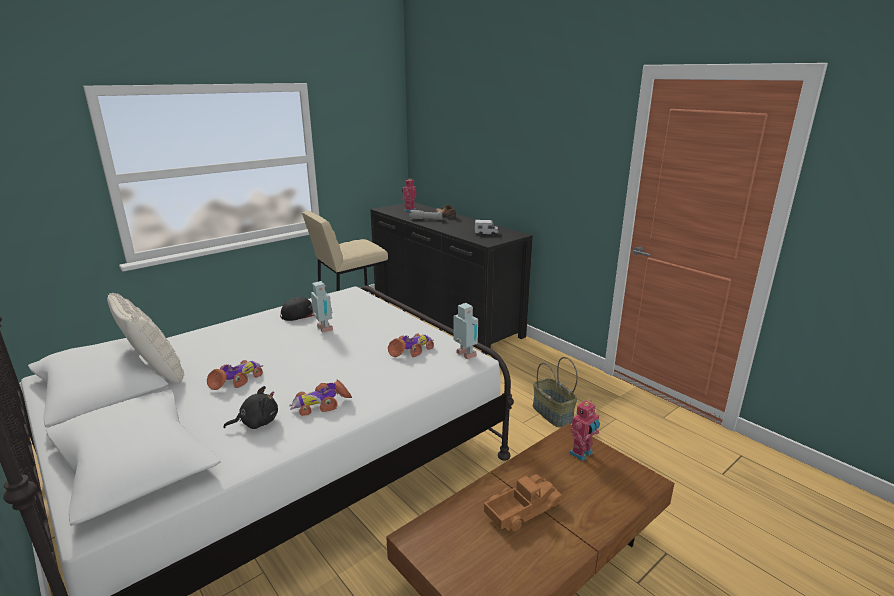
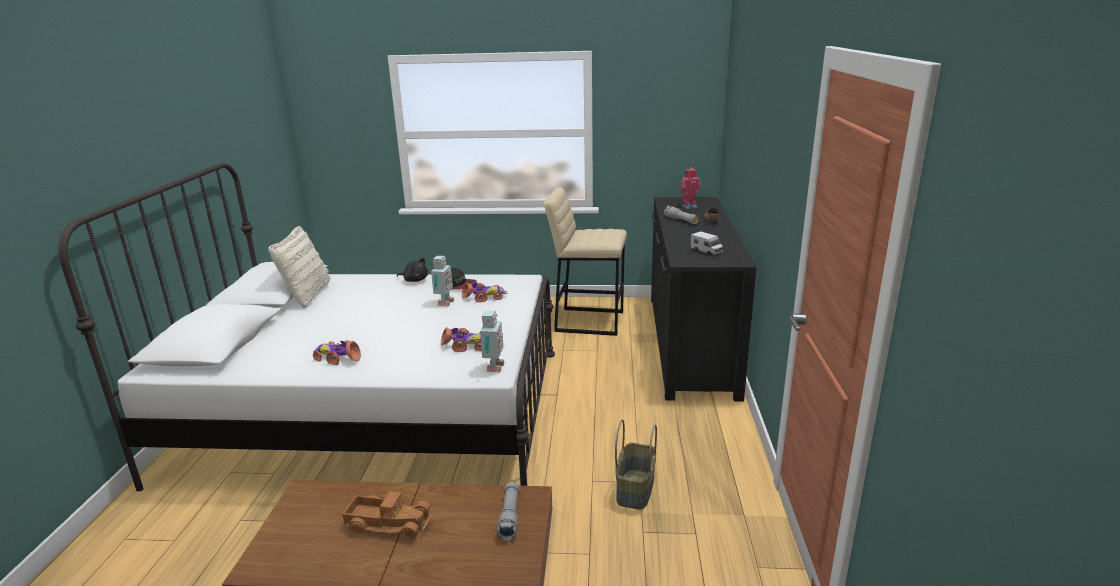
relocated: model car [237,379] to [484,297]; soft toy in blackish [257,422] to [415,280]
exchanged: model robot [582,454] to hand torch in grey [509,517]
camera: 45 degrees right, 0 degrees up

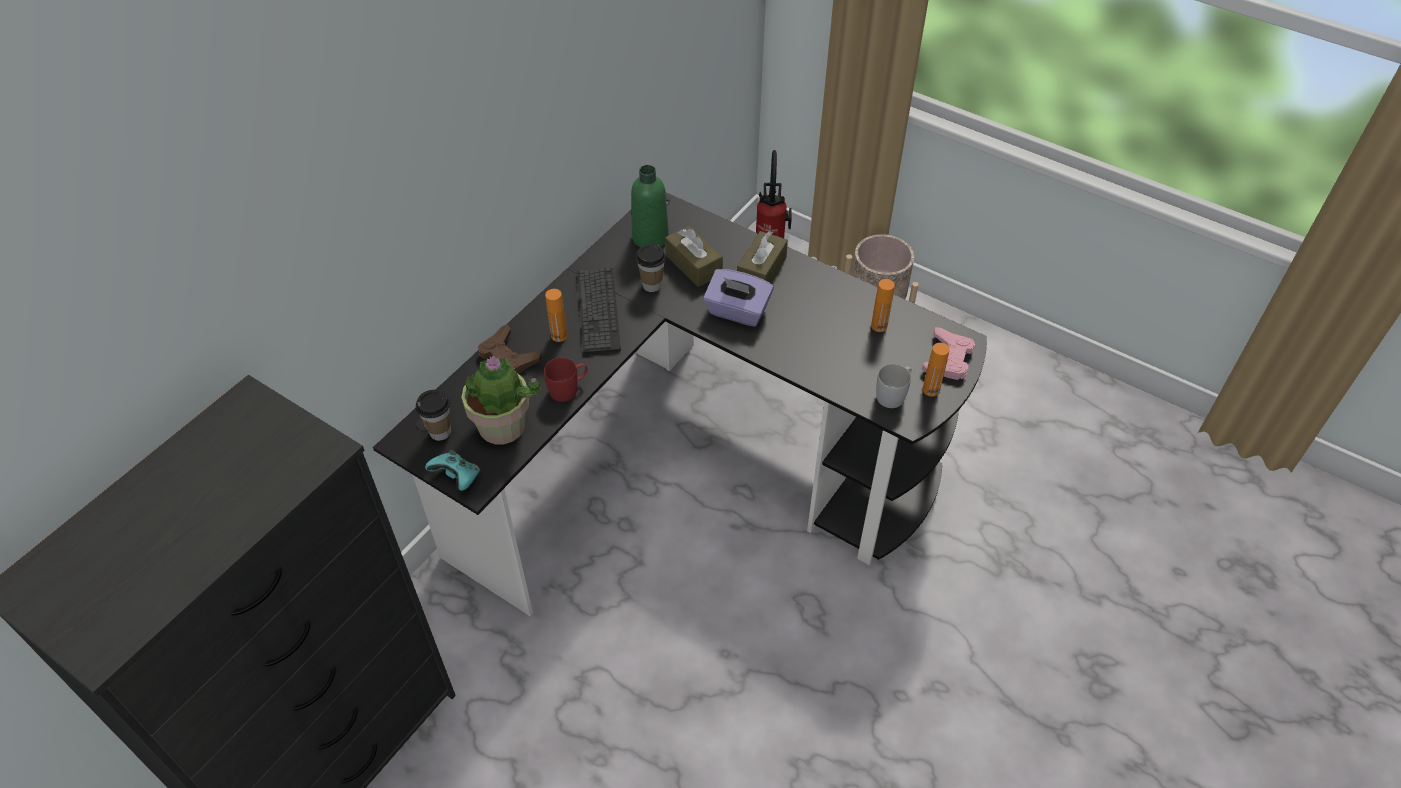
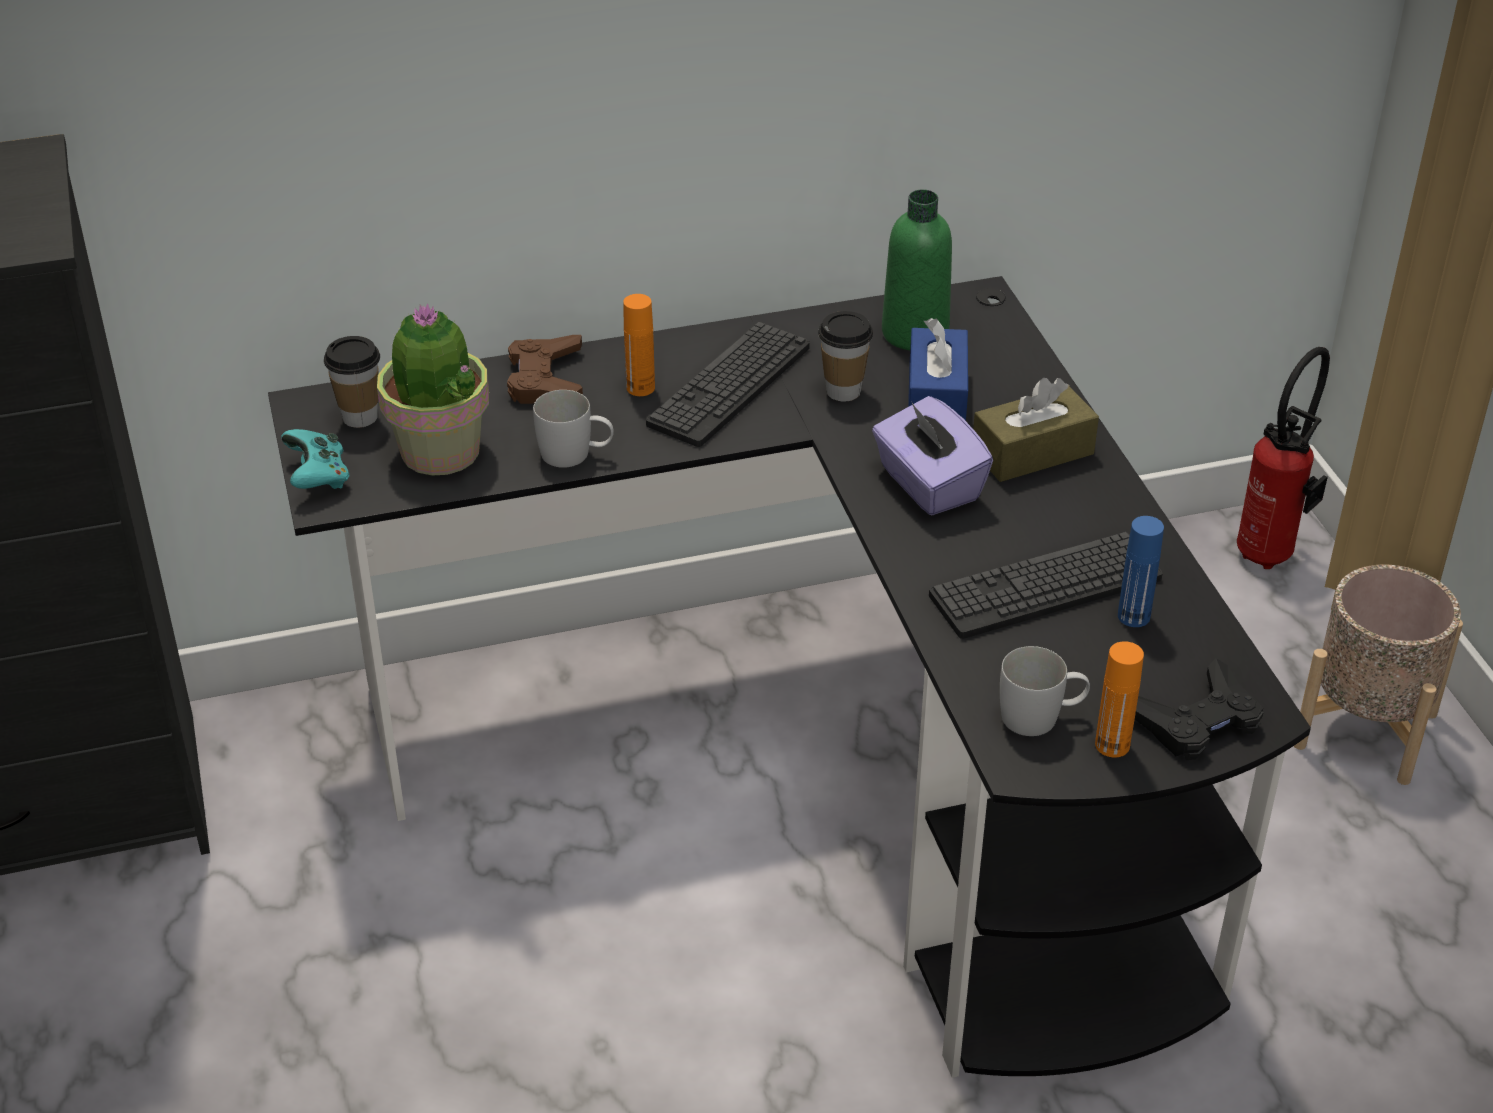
appeared: PC keyboard [1045,587]
colour: tissue box in brown [693,265] to tissue box in blue [936,396]; beverage bottle in orange-coloured [879,326] to beverage bottle in blue [1133,616]; gamepad in pinkish [948,359] to gamepad in blackish [1197,721]; mug in reddish [568,389] to mug in whitish [575,455]
camera: 40 degrees right, 10 degrees down

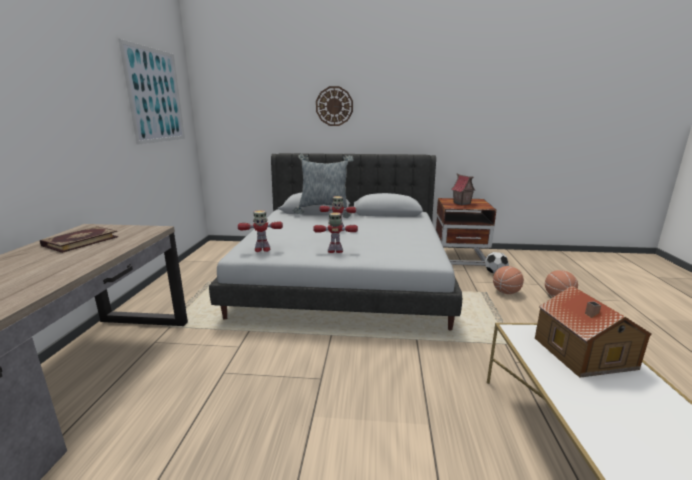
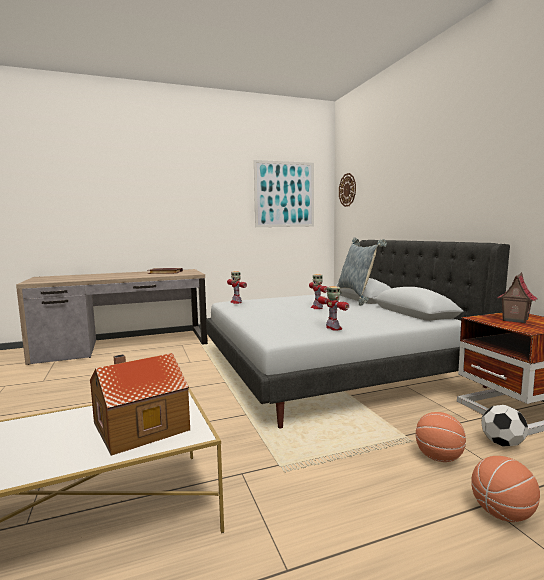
relocated: wall clock [334,106] to [347,190]; model robot [335,251] to [333,328]
camera: 65 degrees right, 10 degrees down

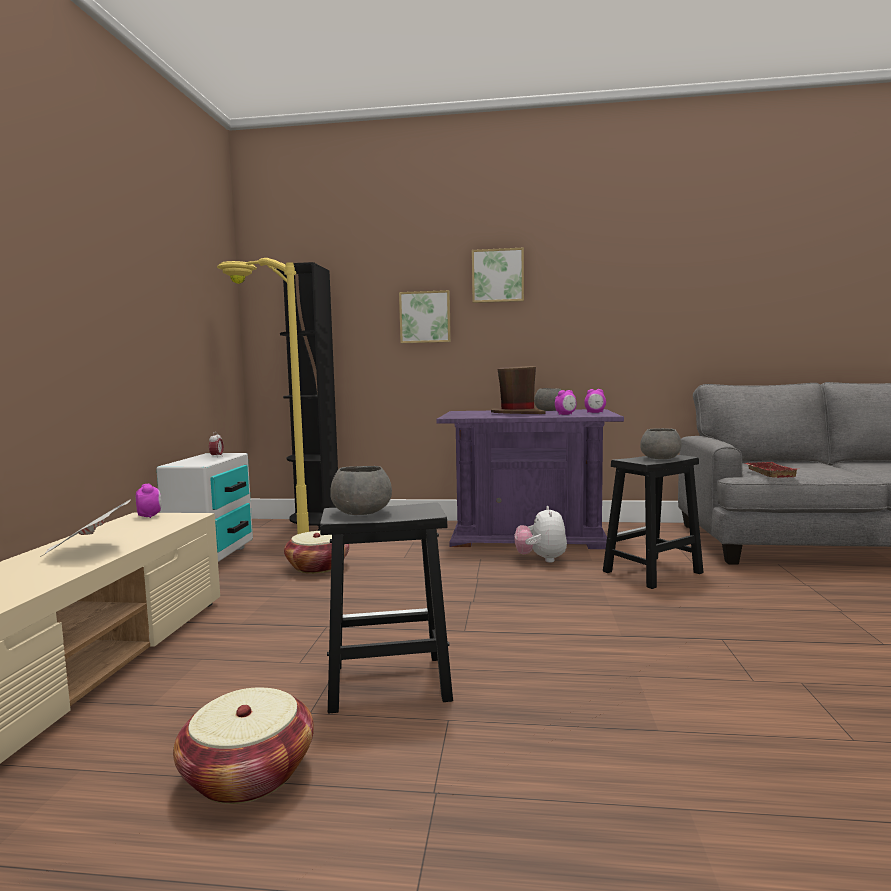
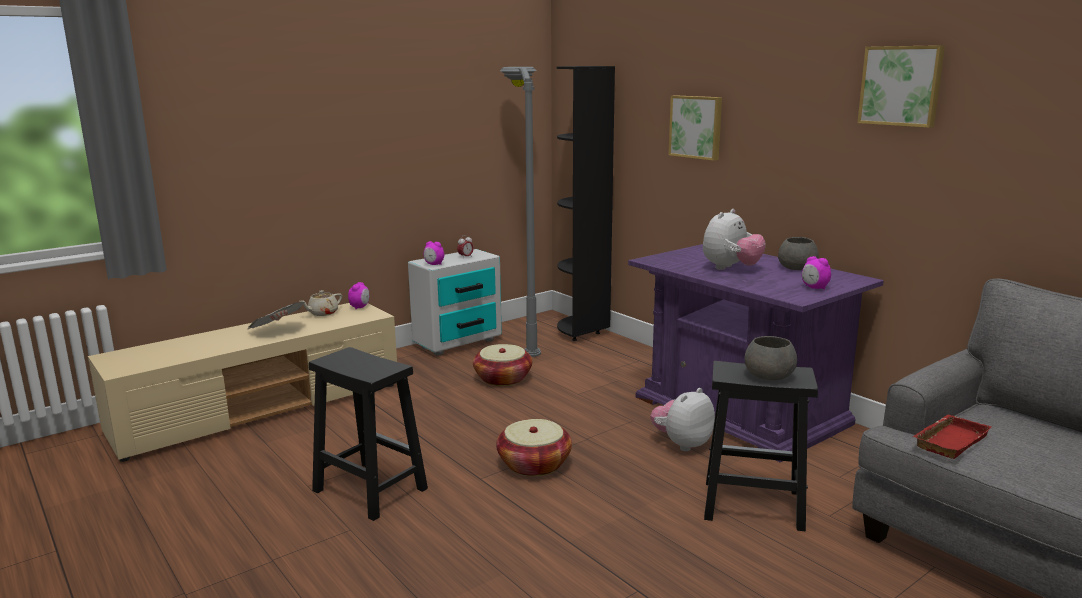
missing: deep dish in grey [360,512]
appeared: tea pot in sand-coloured [322,313]
relocated: wall art [498,276] to [901,86]; alarm clock [565,414] to [434,264]; household basket [248,774] to [534,464]
exchanged: wearable hat in brown [517,414] to soft toy [731,268]
colour: standing lamp in yellow-coloured [267,537] to standing lamp in grey [525,335]
camera: 45 degrees right, 10 degrees up

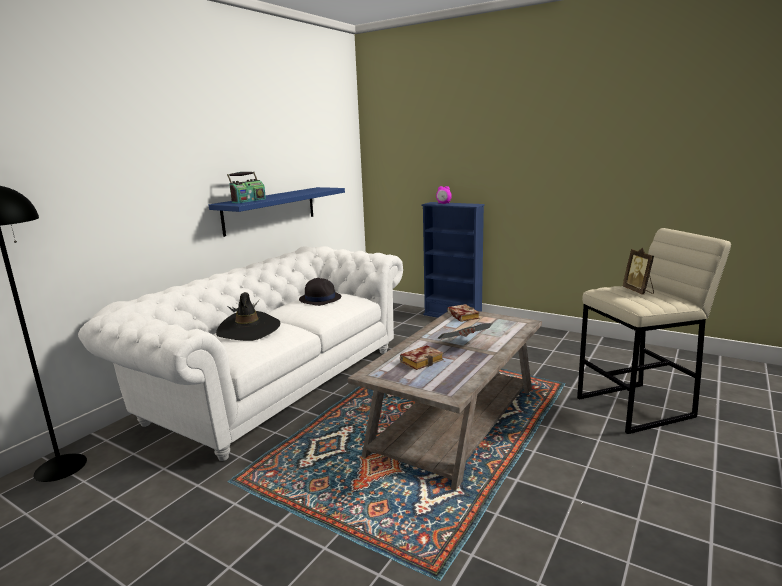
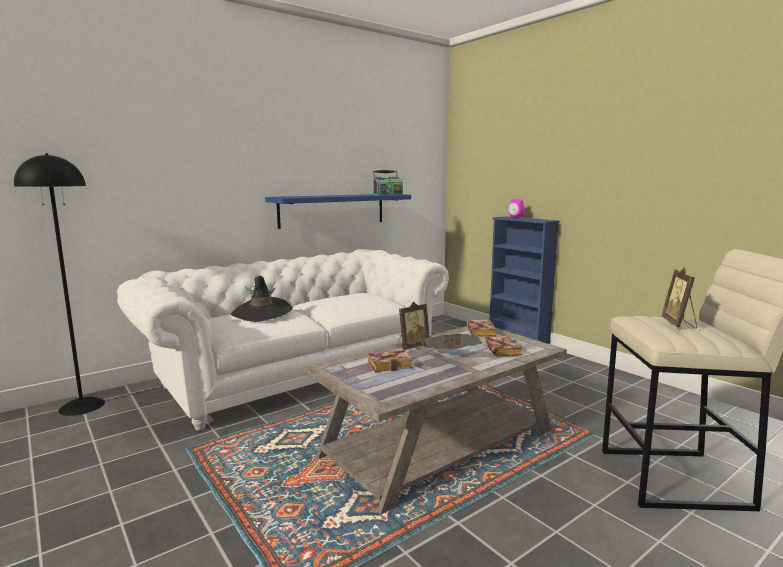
missing: wearable hat in blackish [320,298]
appeared: standing frame [412,346]; bound book [500,350]
relocated: radio receiver [248,200] to [387,194]
camera: 20 degrees right, 5 degrees down

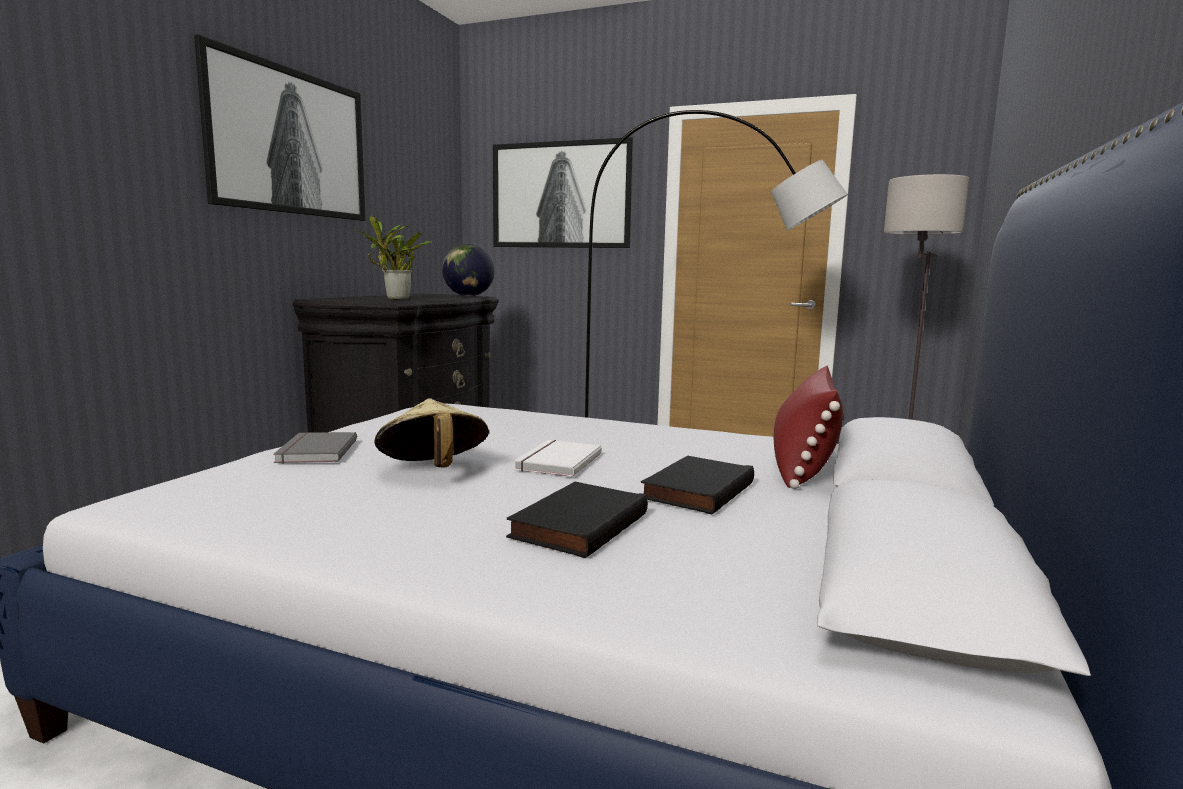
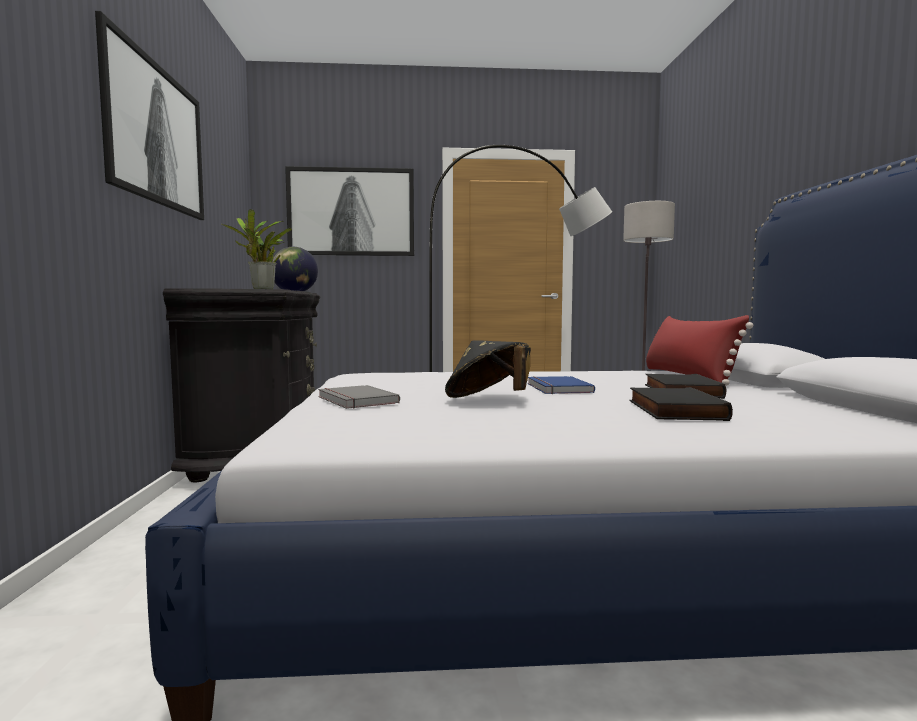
colour: wearable hat in sand-coloured [433,471] to wearable hat in blackish [488,400]; bound book in whitish [556,461] to bound book in blue [556,388]
camera: 25 degrees left, 5 degrees down

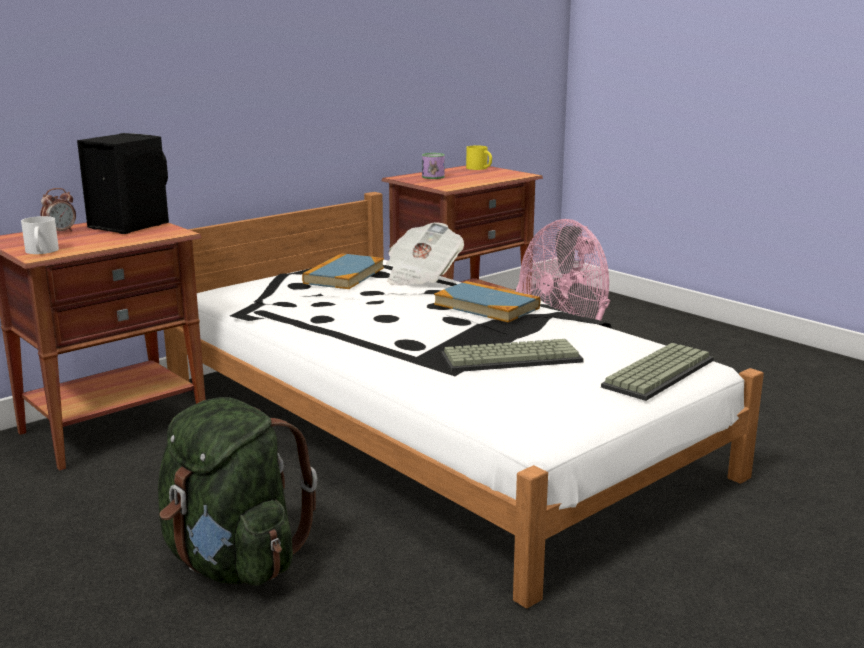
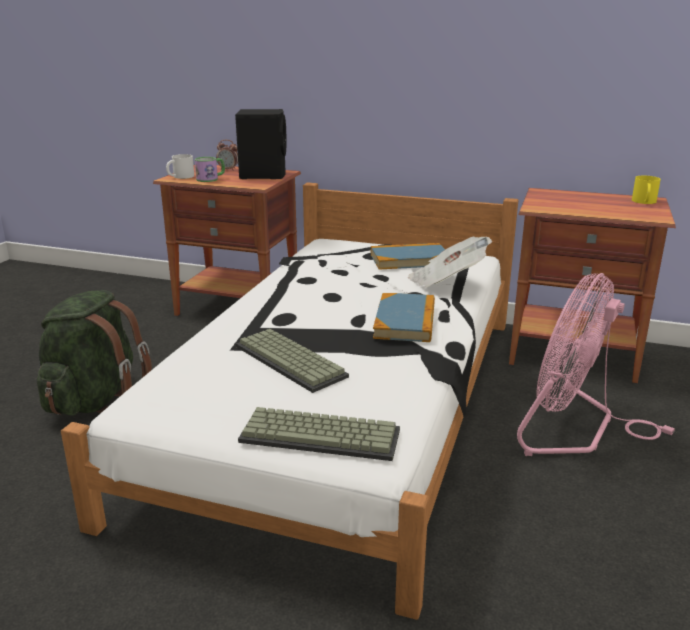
relocated: mug [433,176] to [211,179]
camera: 60 degrees right, 5 degrees up

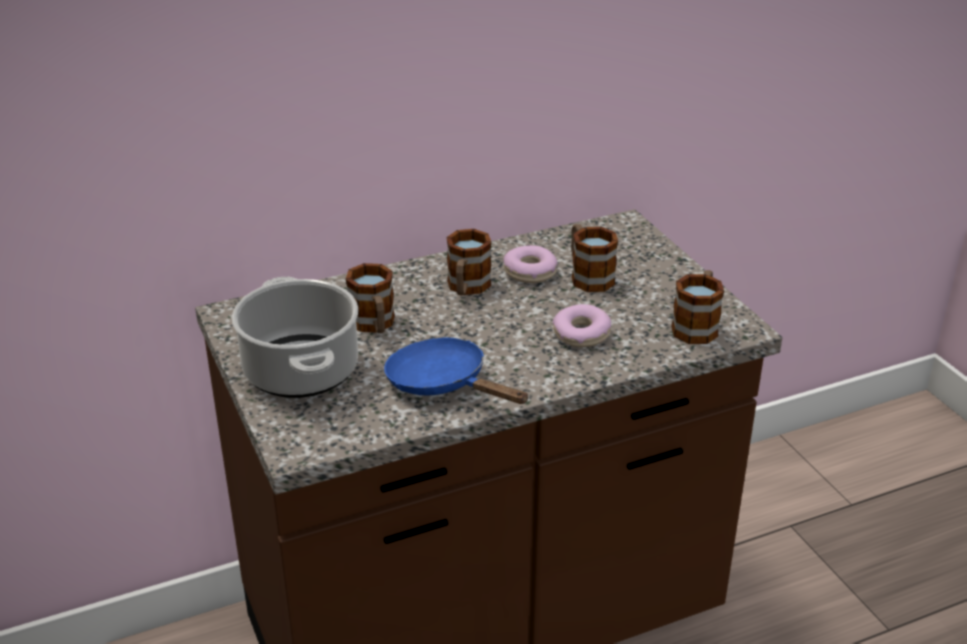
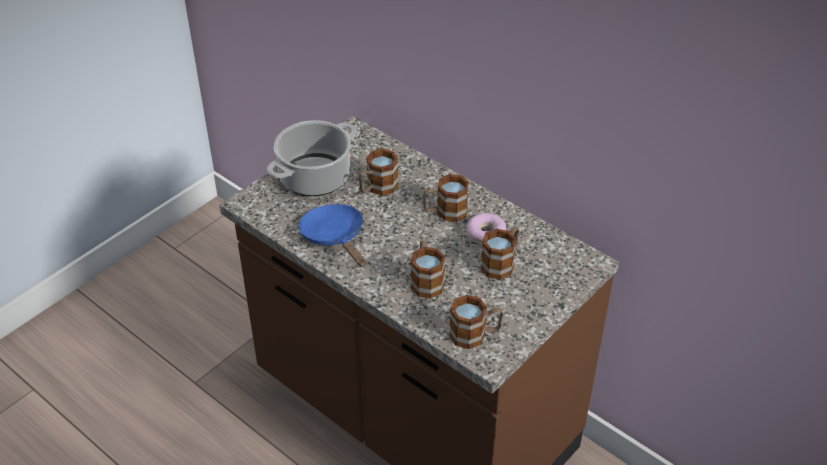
exchanged: donut [581,334] to mug [426,280]
spun: frying pan in blue [444,384] = [335,237] 45 degrees counterclockwise
camera: 65 degrees right, 10 degrees up

